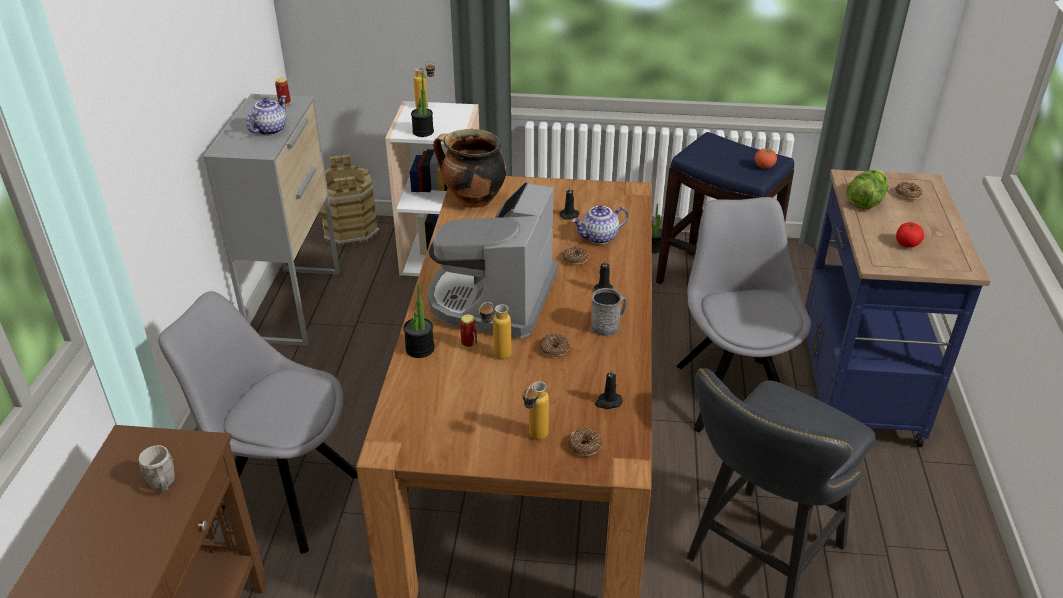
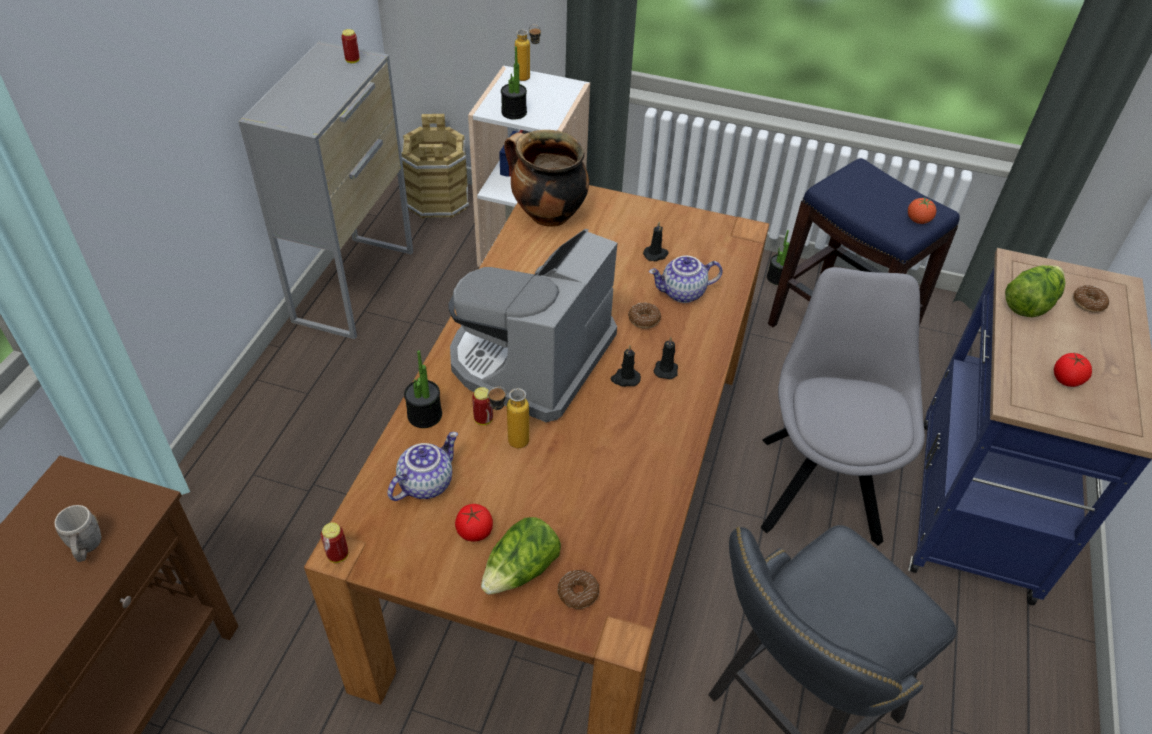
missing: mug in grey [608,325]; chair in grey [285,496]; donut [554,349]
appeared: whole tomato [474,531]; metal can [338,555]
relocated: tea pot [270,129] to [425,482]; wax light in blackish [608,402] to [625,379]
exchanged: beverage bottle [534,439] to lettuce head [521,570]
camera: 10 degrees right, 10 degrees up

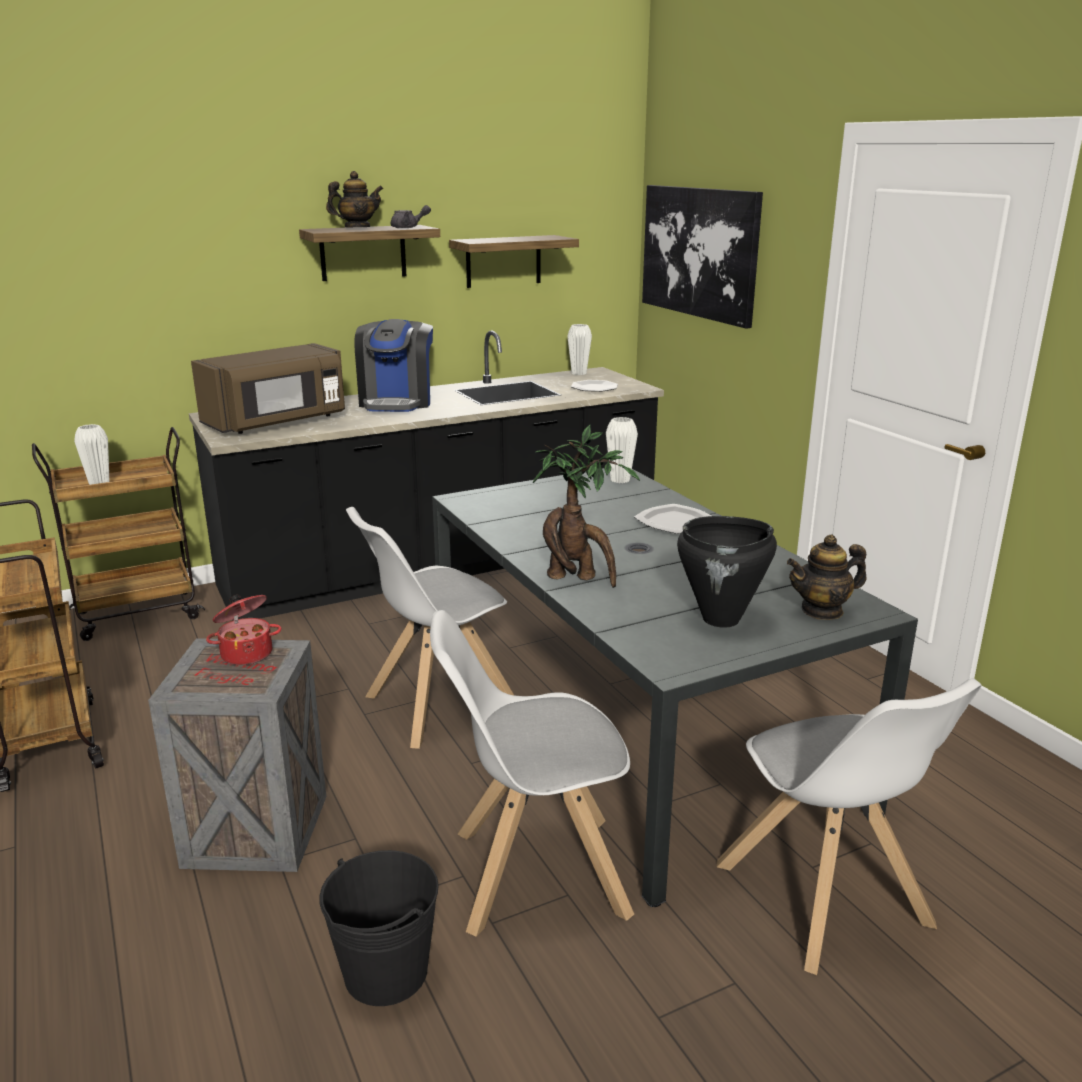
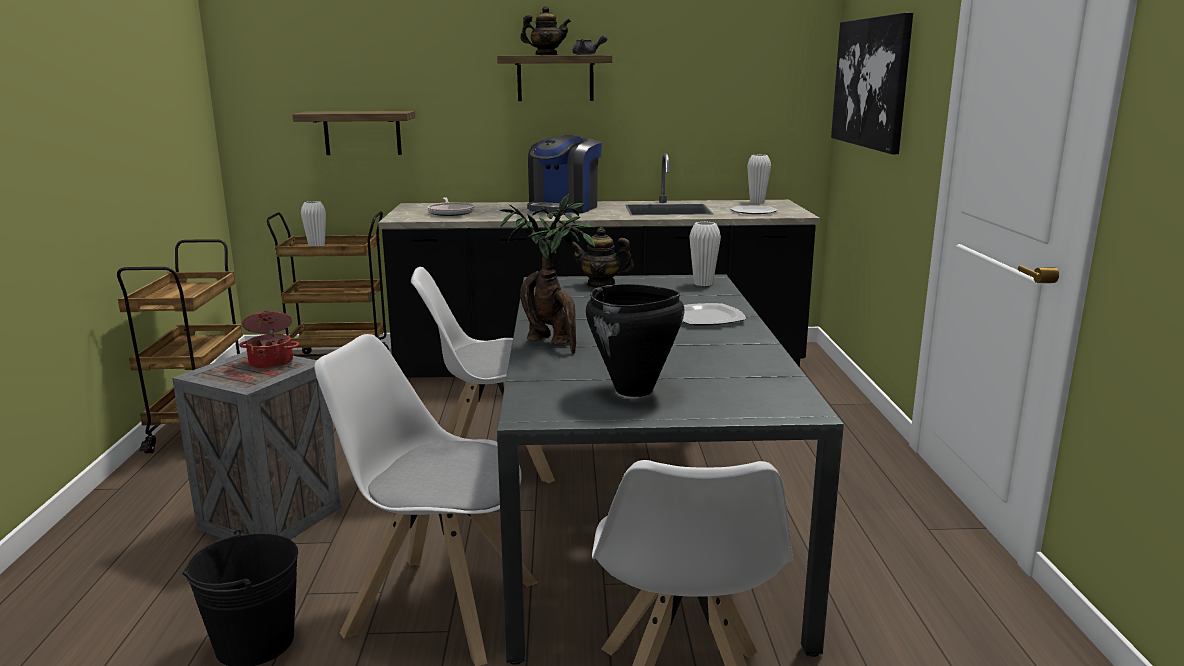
relocated: wall shelf [503,261] to [362,133]; tea pot [822,610] to [601,285]
exchanged: microwave in brown [277,422] to frying pan [451,212]
camera: 25 degrees right, 5 degrees down

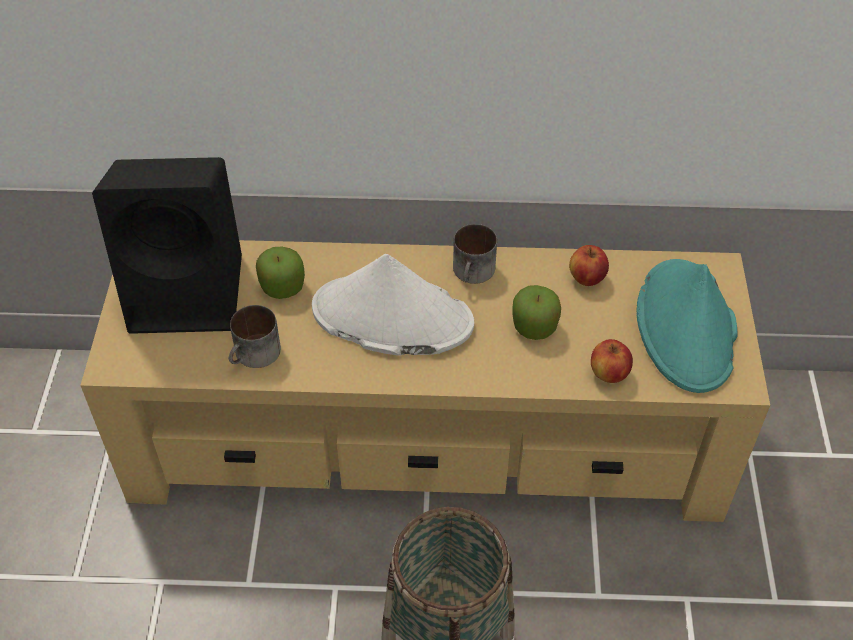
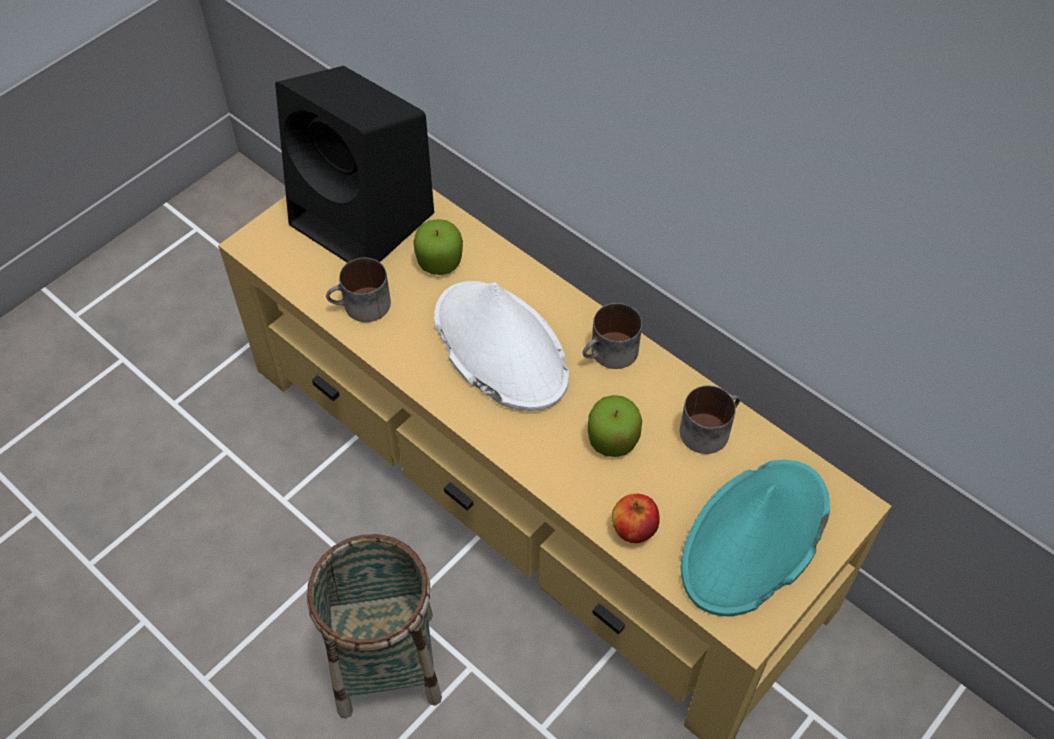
exchanged: apple [586,278] to mug [708,428]
camera: 40 degrees right, 5 degrees up

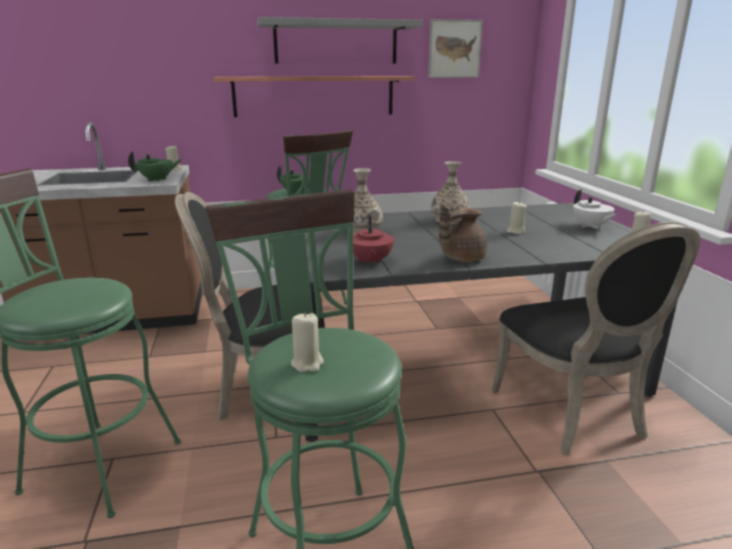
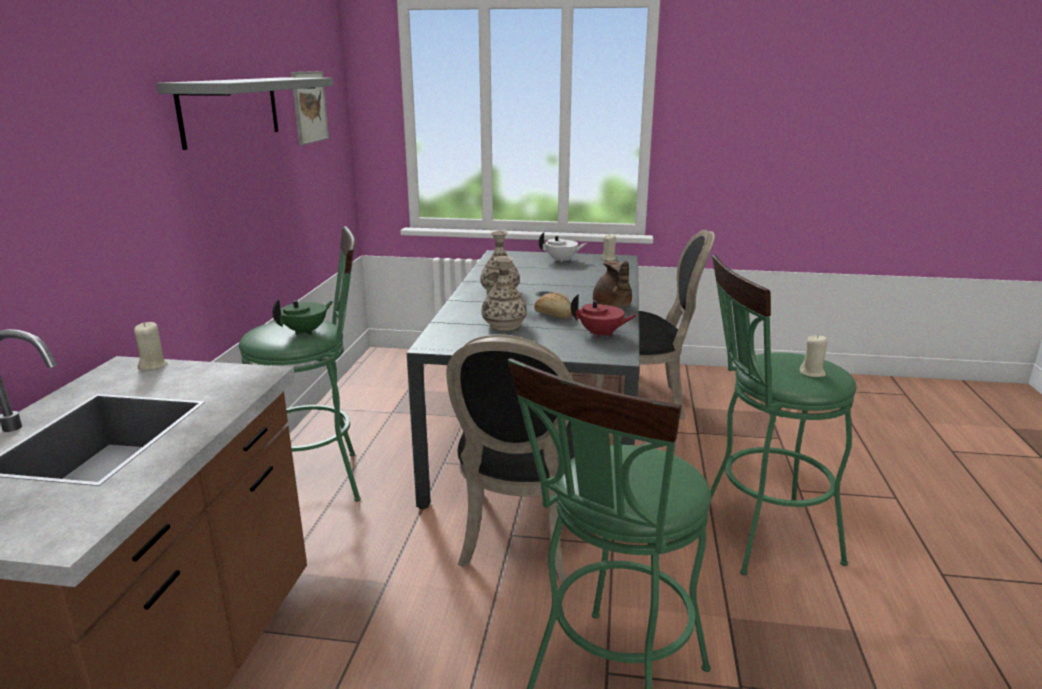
missing: wall shelf [314,96]; tea pot in green [157,180]; wax light in sand-coloured [515,231]
appeared: baked bread [553,315]
camera: 70 degrees left, 0 degrees up

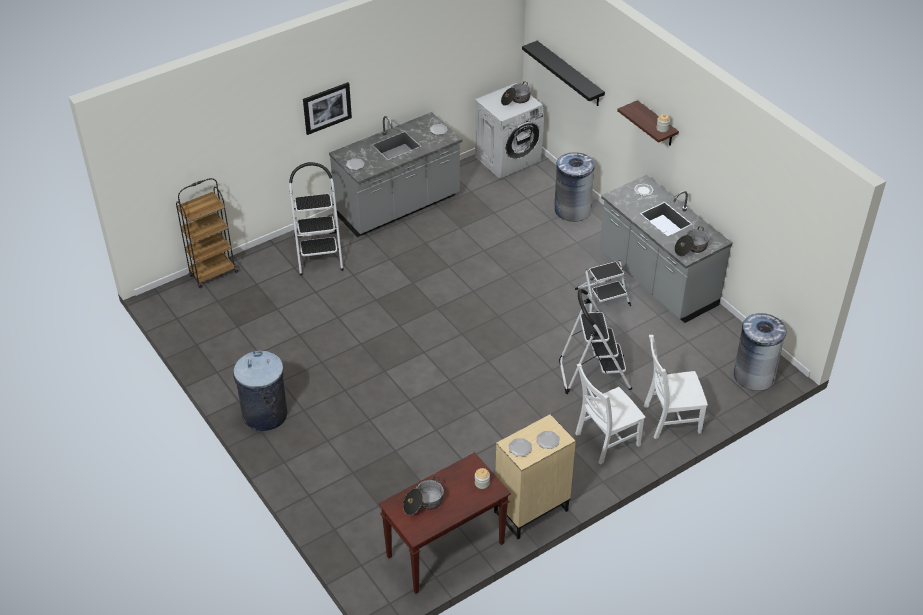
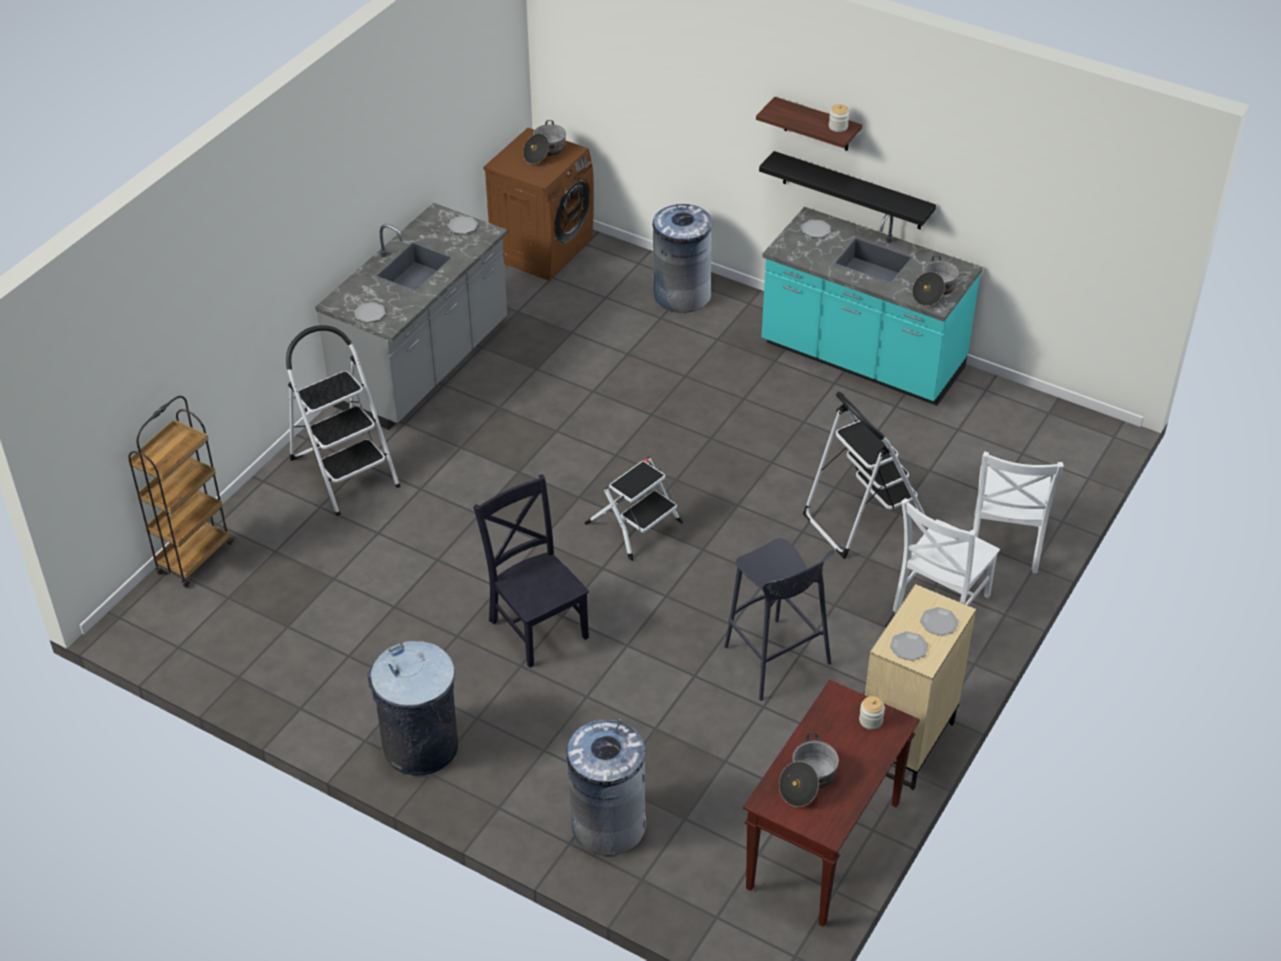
missing: wall art [327,108]
appeared: chair in blackish [537,625]; stool in grey [775,659]
relocated: wall shelf in blackish [569,74] to [852,191]; stepladder [602,298] to [633,525]; trash can in grey [754,375] to [608,824]
colour: washing machine in whitish [507,160] to washing machine in brown [542,250]; kitchen base unit in grey [656,280] to kitchen base unit in blue-green [861,359]
spun: chair in whitish [669,419] = [1003,545] 45 degrees counterclockwise
camera: 25 degrees left, 0 degrees up

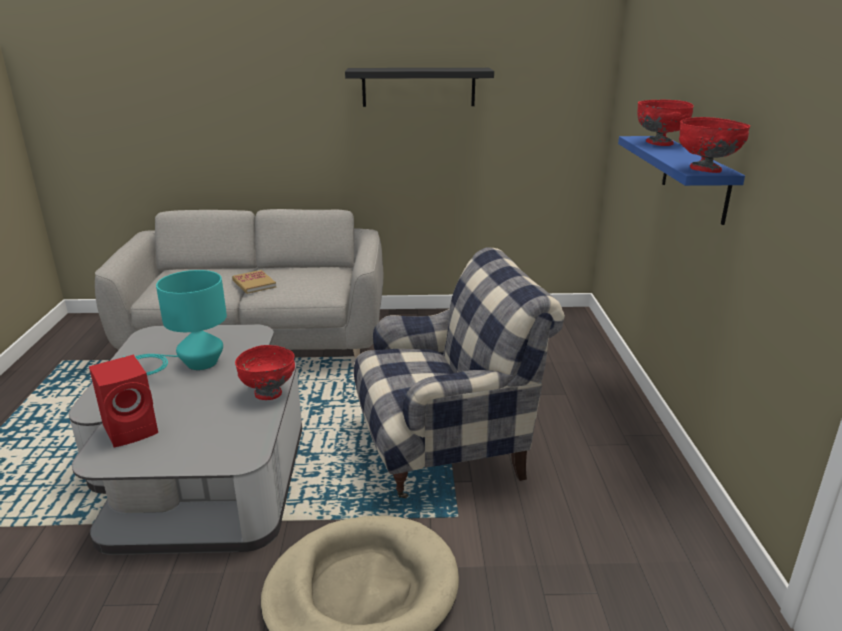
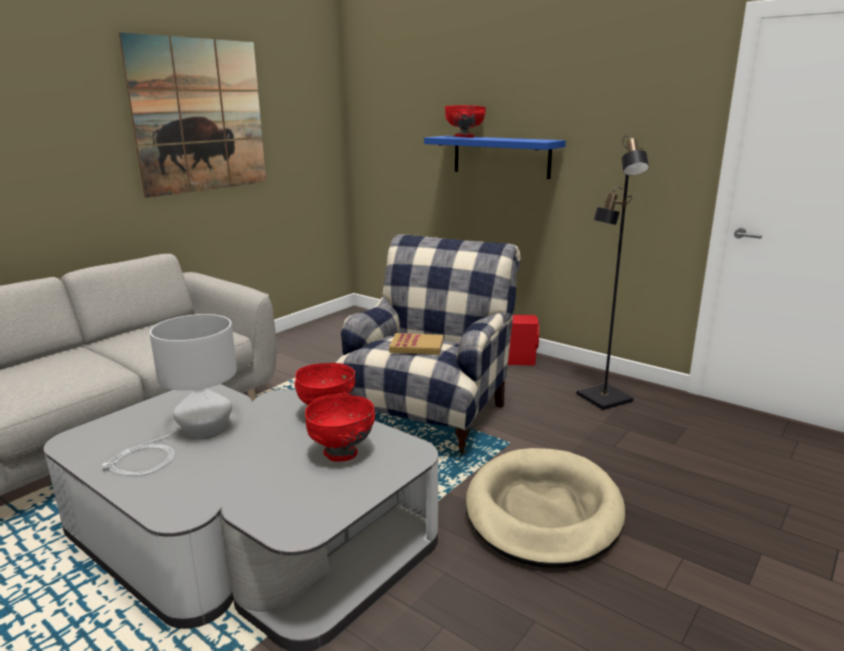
appeared: standing lamp in blackish [604,397]
relocated: deep dish in reddish [705,170] to [341,454]; bound book [254,284] to [416,346]; loudspeaker in reddish [133,429] to [519,359]
exchanged: wall shelf in blackish [418,87] to wall art [200,116]
colour: table lamp in blue-green [180,363] to table lamp in grey [181,440]
camera: 50 degrees left, 5 degrees down

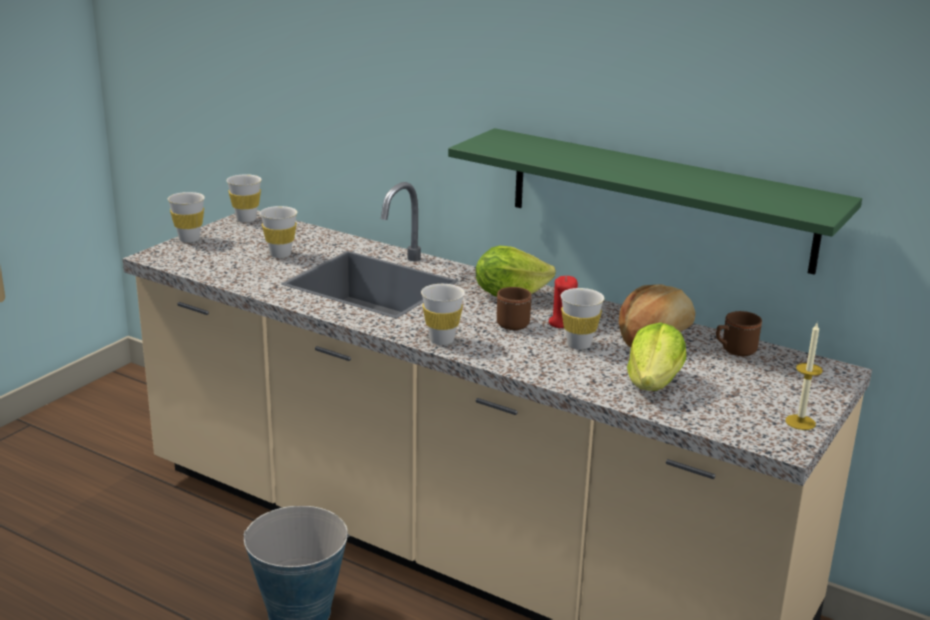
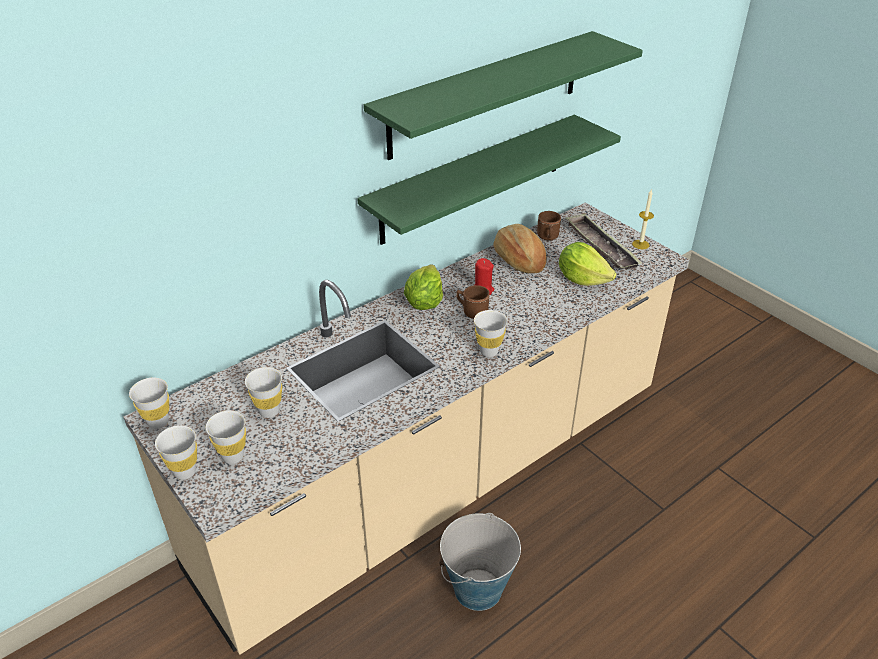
appeared: wall shelf in green [486,94]; serving tray [601,246]
relocated: drinking cup in whitish [578,345] to [233,456]
camera: 70 degrees left, 15 degrees up

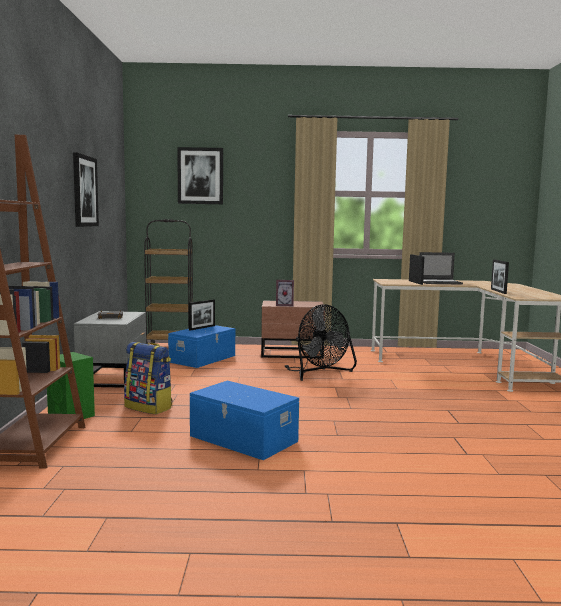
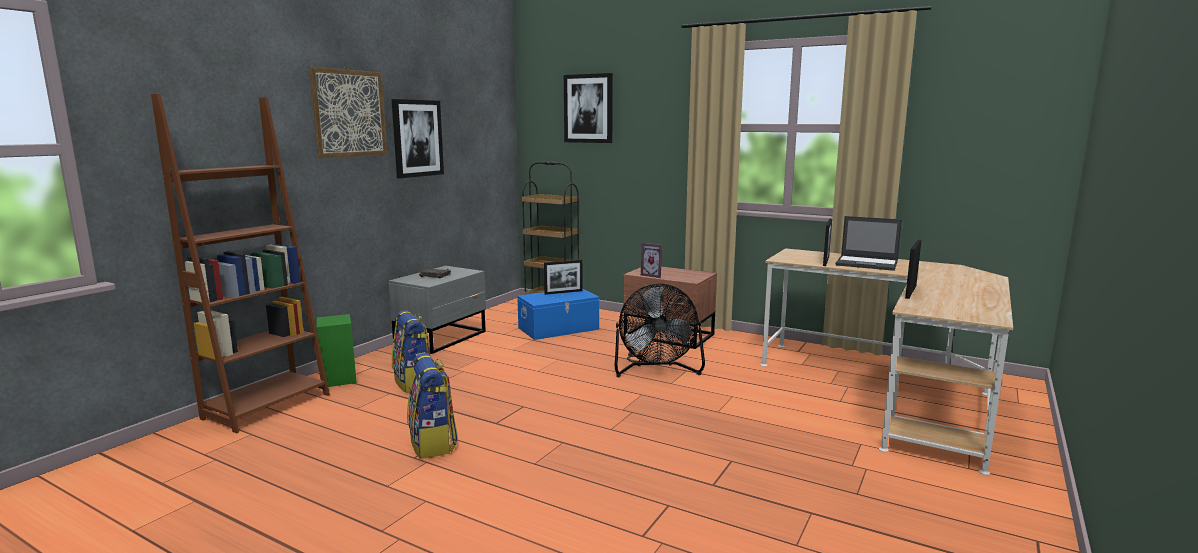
appeared: wall art [349,112]
exchanged: storage bin in blue [243,439] to knapsack [433,443]
camera: 30 degrees right, 5 degrees up

